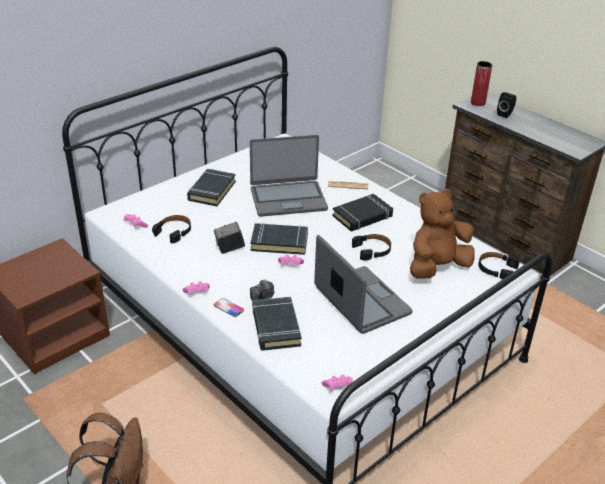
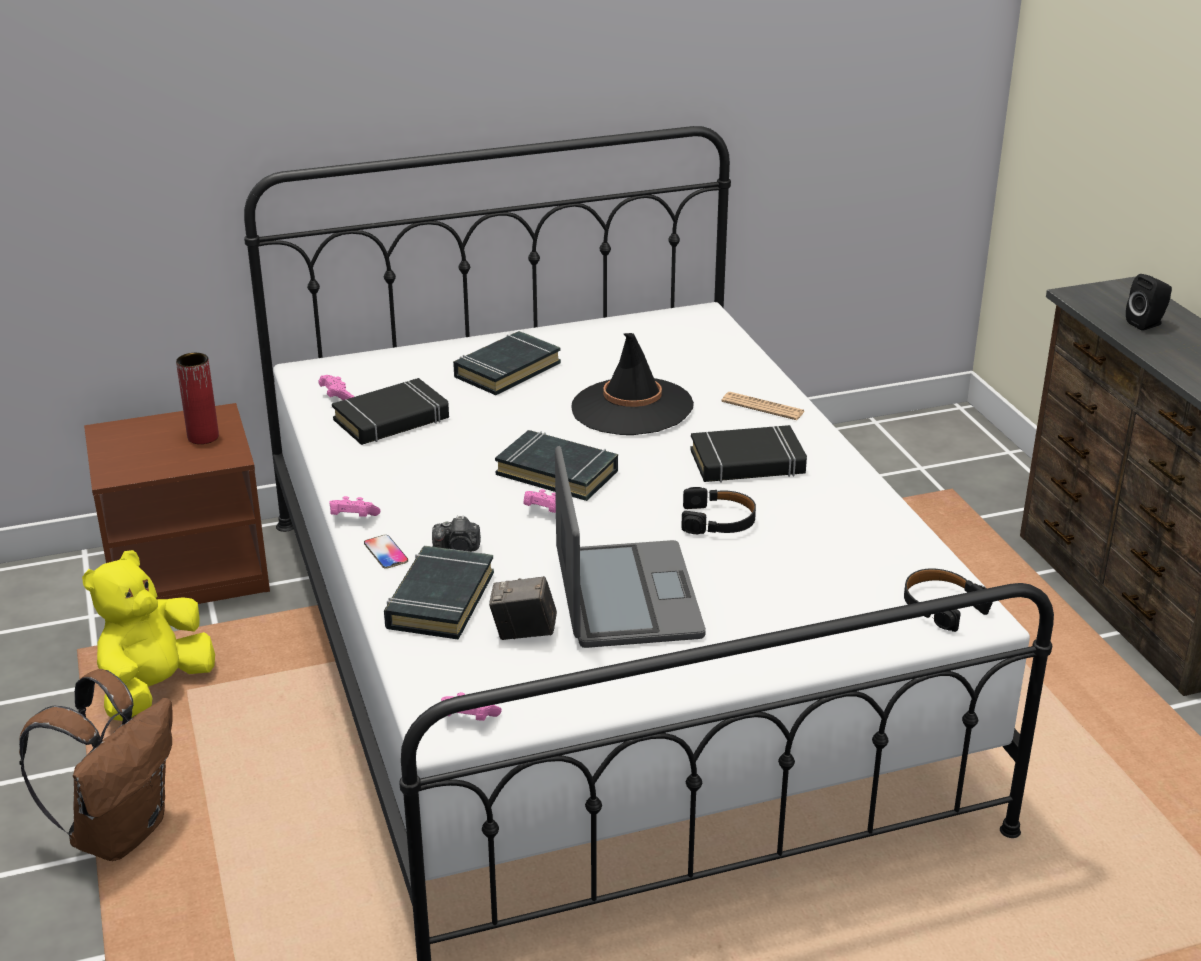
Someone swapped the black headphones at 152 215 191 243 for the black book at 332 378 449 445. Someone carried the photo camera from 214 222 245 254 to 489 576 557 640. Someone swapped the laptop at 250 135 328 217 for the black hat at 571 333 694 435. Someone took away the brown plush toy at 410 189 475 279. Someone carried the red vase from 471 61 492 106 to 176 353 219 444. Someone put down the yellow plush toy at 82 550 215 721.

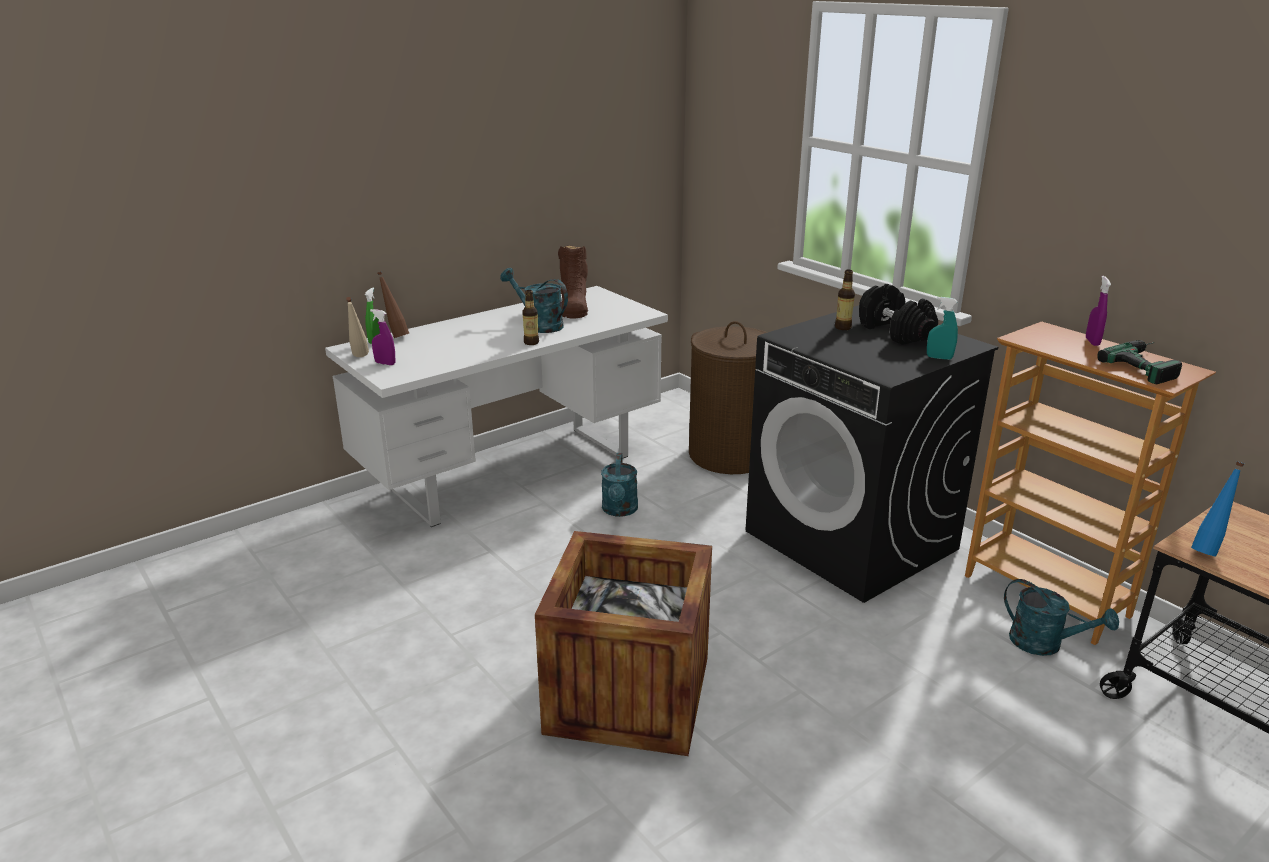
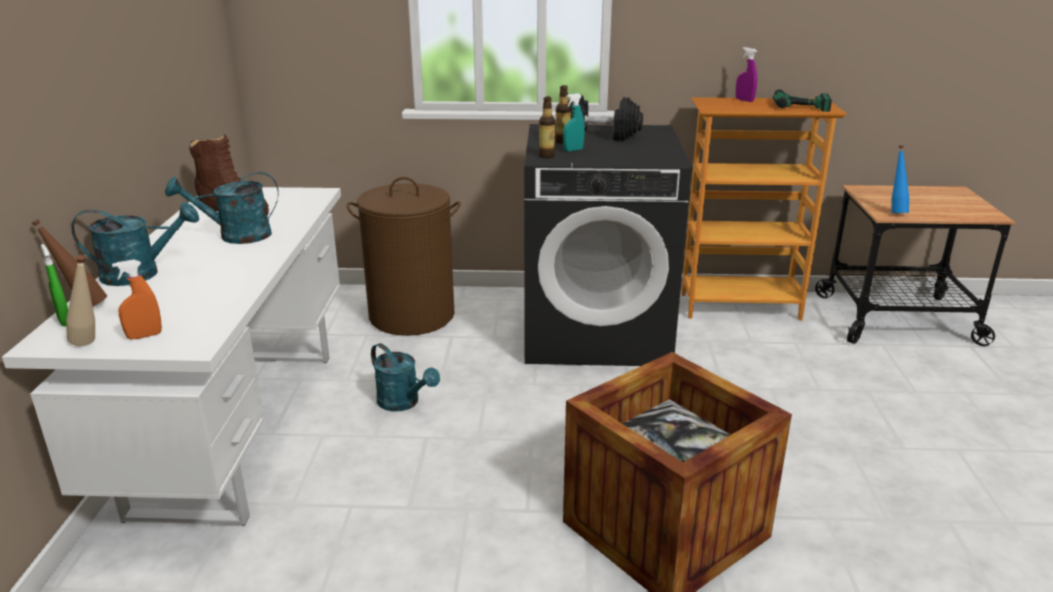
Someone repainted the purple spray bottle at 370 309 395 365, which became the orange spray bottle at 112 260 162 340. Someone carried the bottle from 522 290 539 345 to 539 96 555 158. Someone carried the turquoise spray bottle from 927 297 958 360 to 563 93 585 152. Someone carried the turquoise watering can from 1004 579 1119 656 to 71 202 199 286.

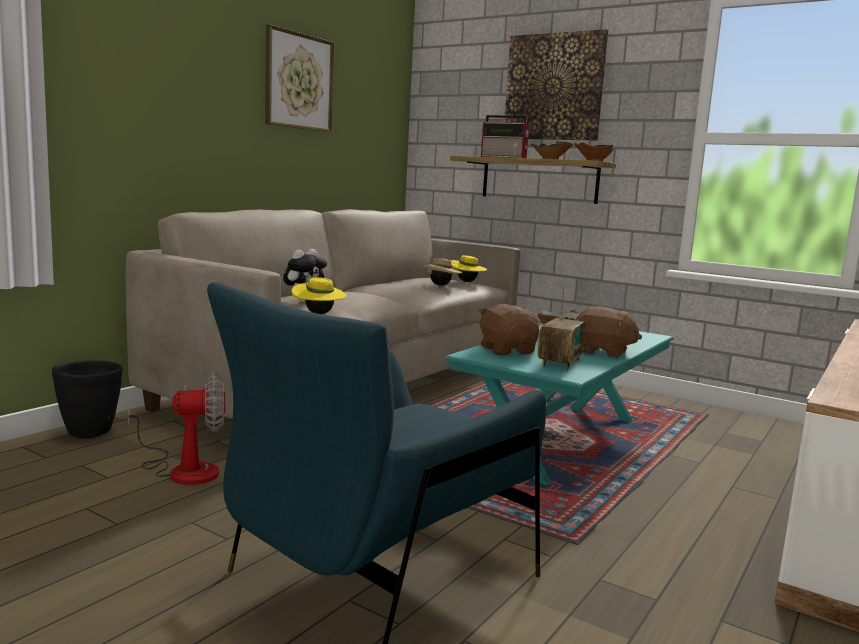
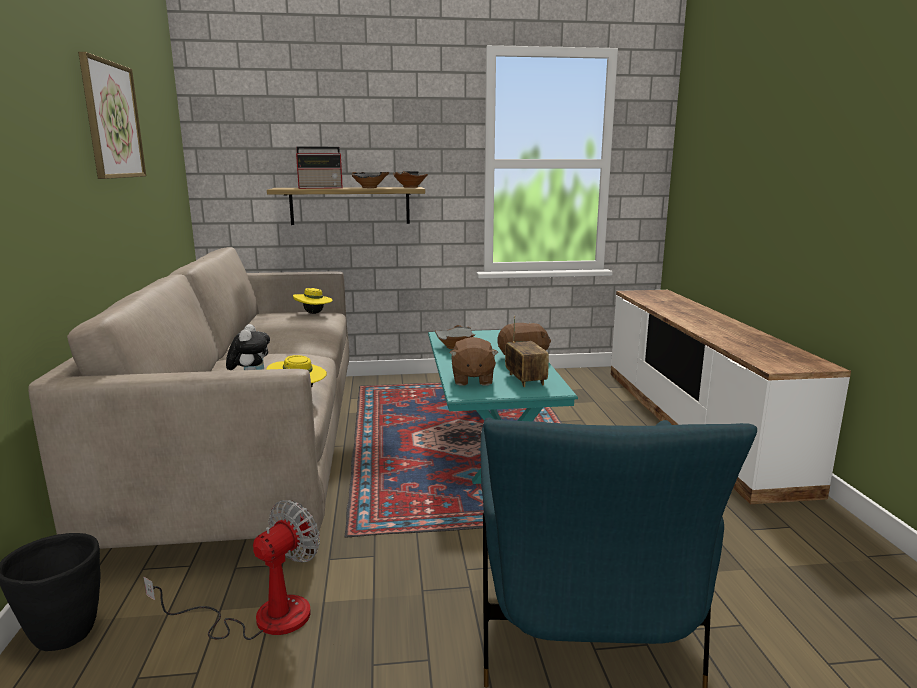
Someone took away the beige hat at 421 258 462 286. Someone rotated the brown plush toy at 478 304 539 355 by 120 degrees counterclockwise. Someone took away the picture at 504 29 608 140.

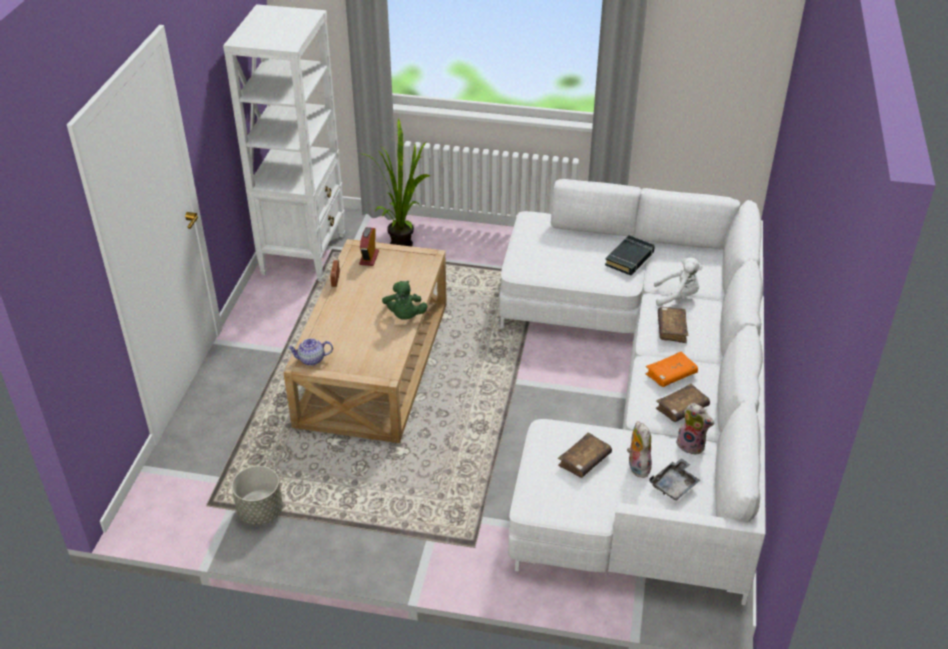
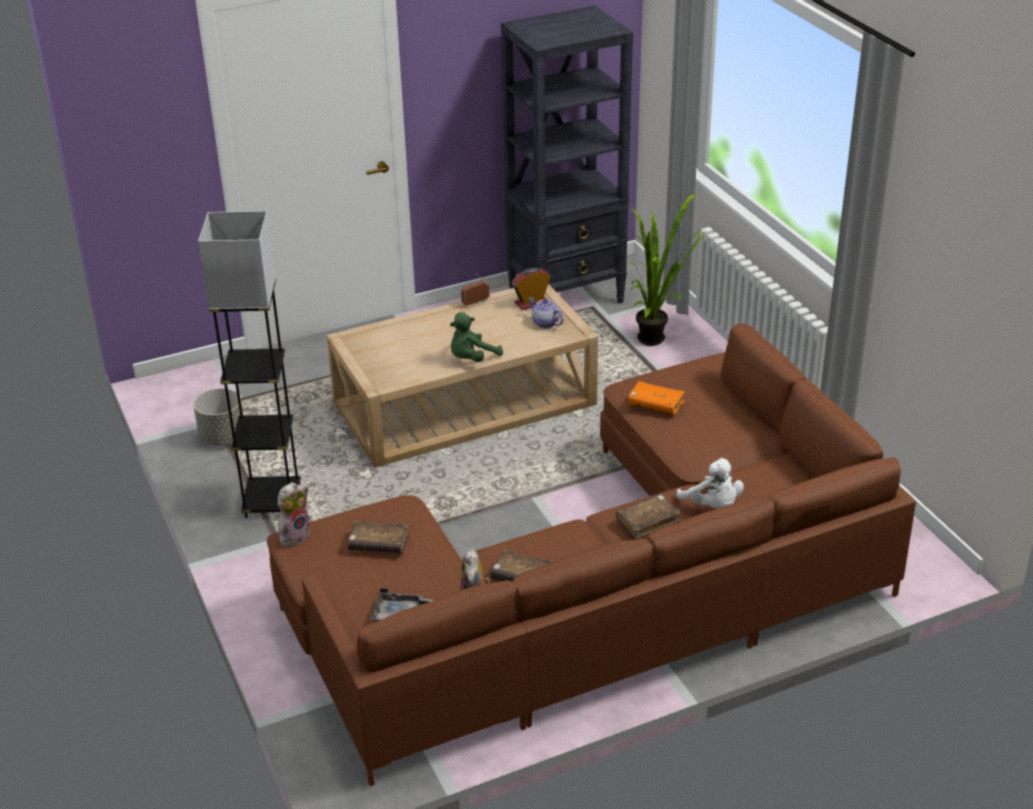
Someone repainted the white bookcase at 223 4 345 282, which became the black bookcase at 501 5 634 304. Someone carried the teapot from 288 338 333 366 to 528 297 564 328. Someone repainted the white sofa at 499 179 766 605, which became the brown sofa at 267 323 916 786. Someone took away the black book at 605 235 655 275. Someone carried the plush toy from 627 421 652 478 to 278 482 310 547. Someone carried the orange book from 646 352 698 387 to 628 381 685 414. Someone put down the grey floor lamp at 198 211 301 518.

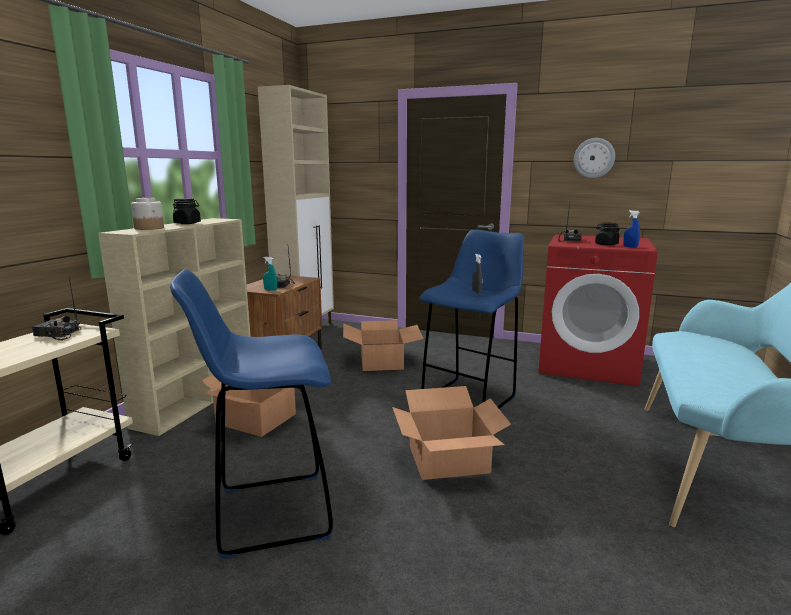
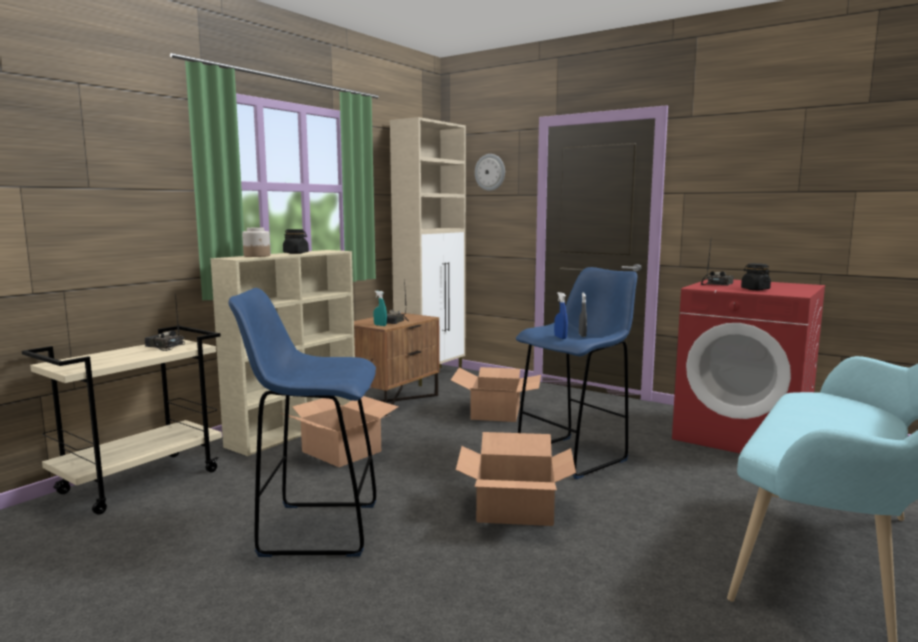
Someone carried the wall clock from 574 138 615 178 to 475 154 505 191. Someone carried the blue spray bottle from 623 210 640 248 to 554 292 568 339.

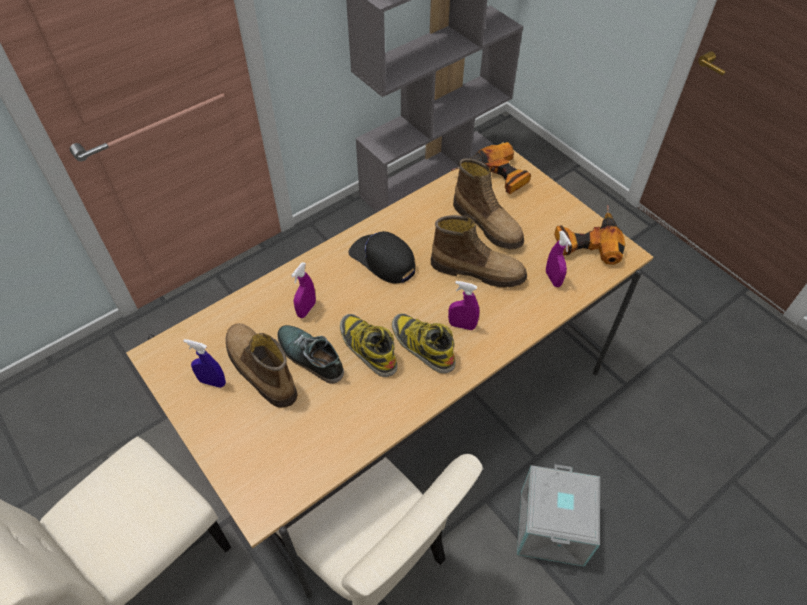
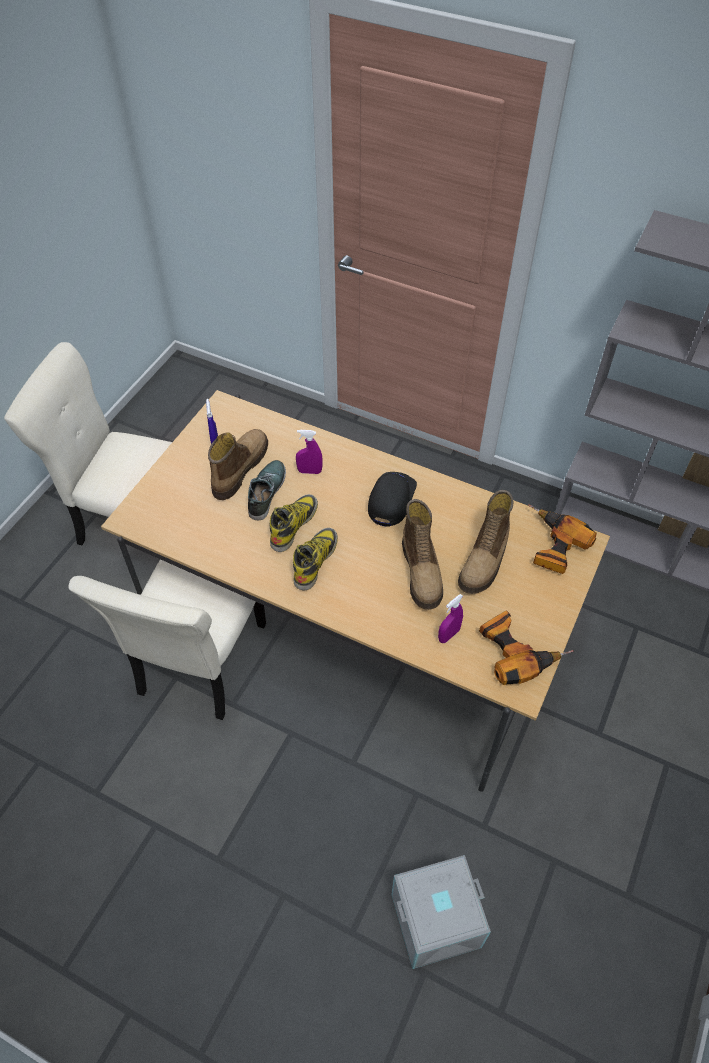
Someone took away the purple spray bottle at 448 281 479 330. Someone carried the grey storage box from 517 464 600 567 to 391 855 491 969.

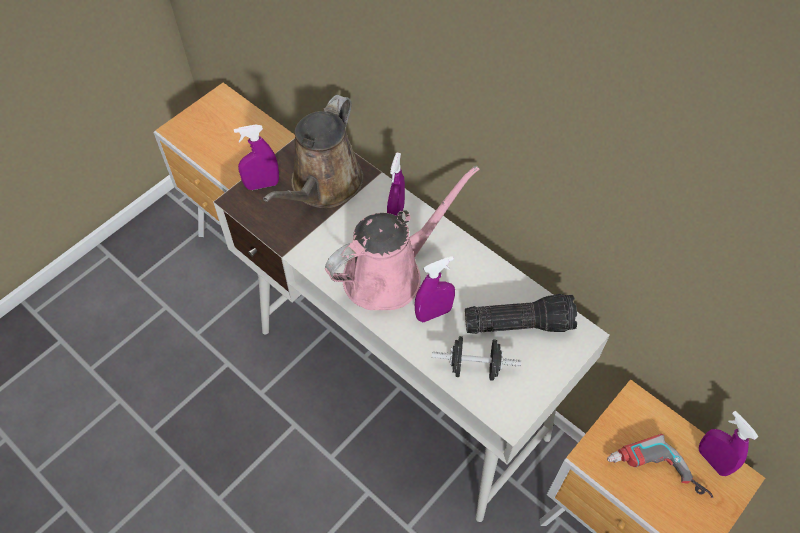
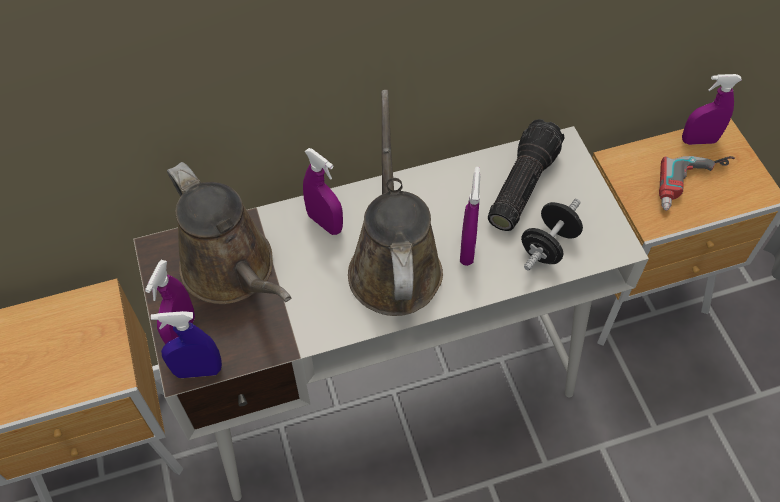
Someone repainted the pink watering can at 325 165 479 310, which became the brown watering can at 348 90 443 316. Someone put down the blue spray bottle at 151 311 222 378.

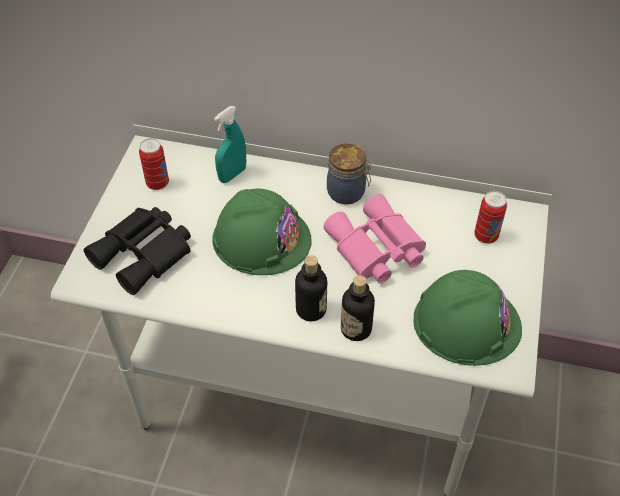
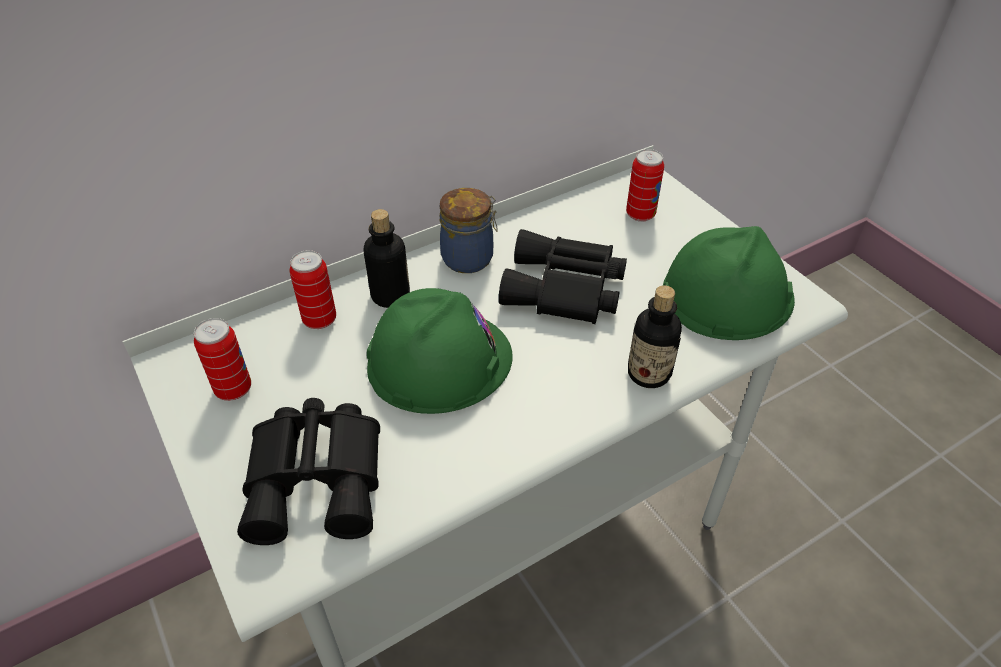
Someone swapped the turquoise spray bottle at 214 106 246 183 for the can at 290 250 336 329. Someone carried the bottle from 295 256 327 321 to 364 209 410 308. Someone repainted the pink binoculars at 324 194 426 283, which became the black binoculars at 499 229 627 324.

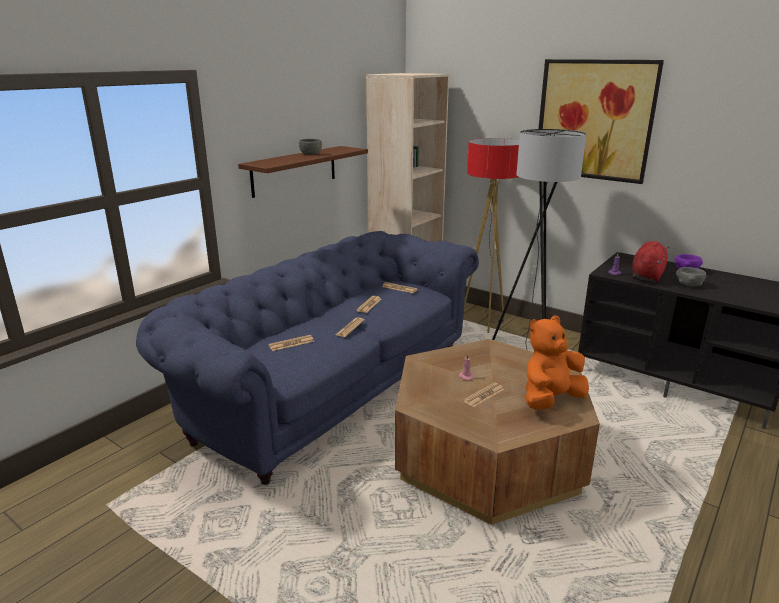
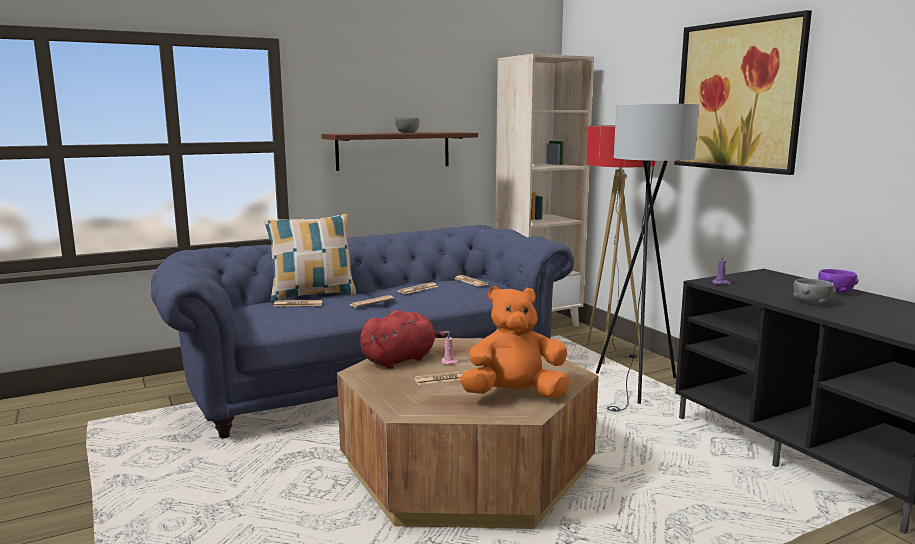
Someone carried the red plush toy from 632 241 669 282 to 360 310 451 368. Someone put down the pillow at 264 214 356 303.

